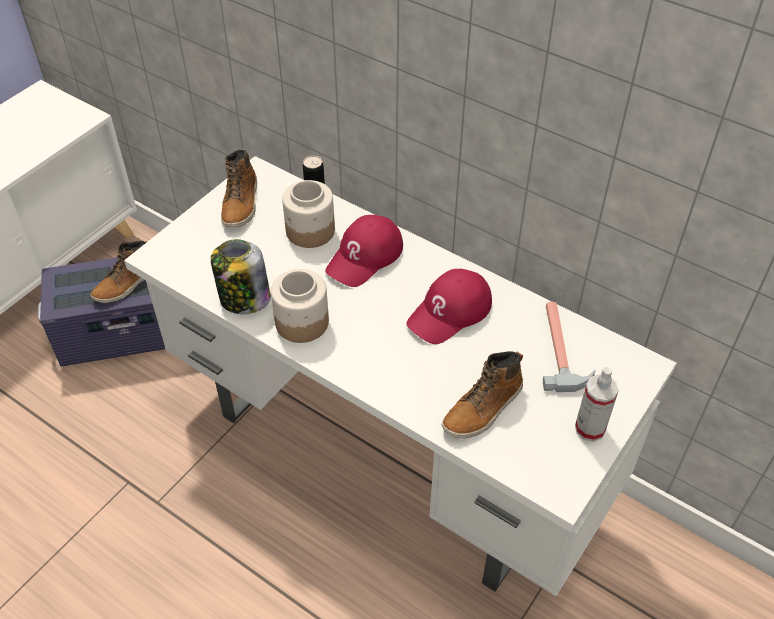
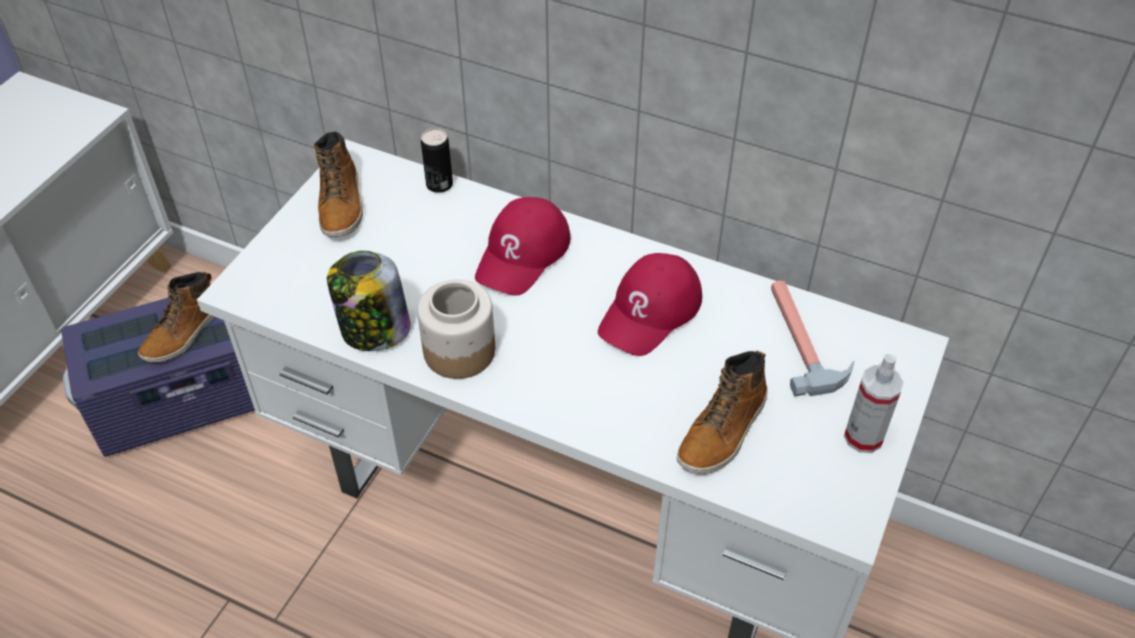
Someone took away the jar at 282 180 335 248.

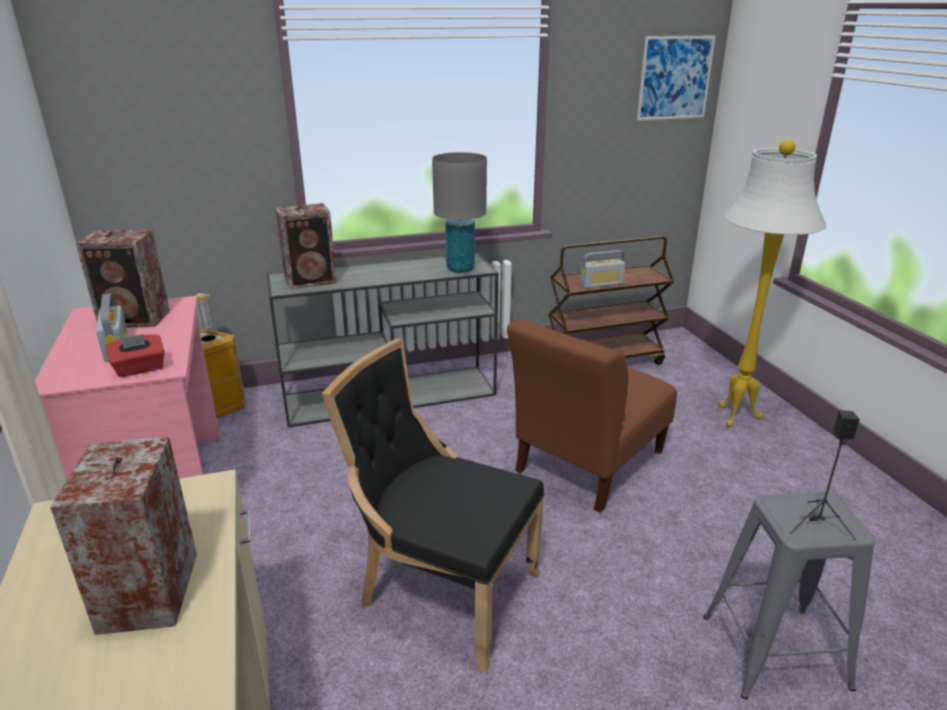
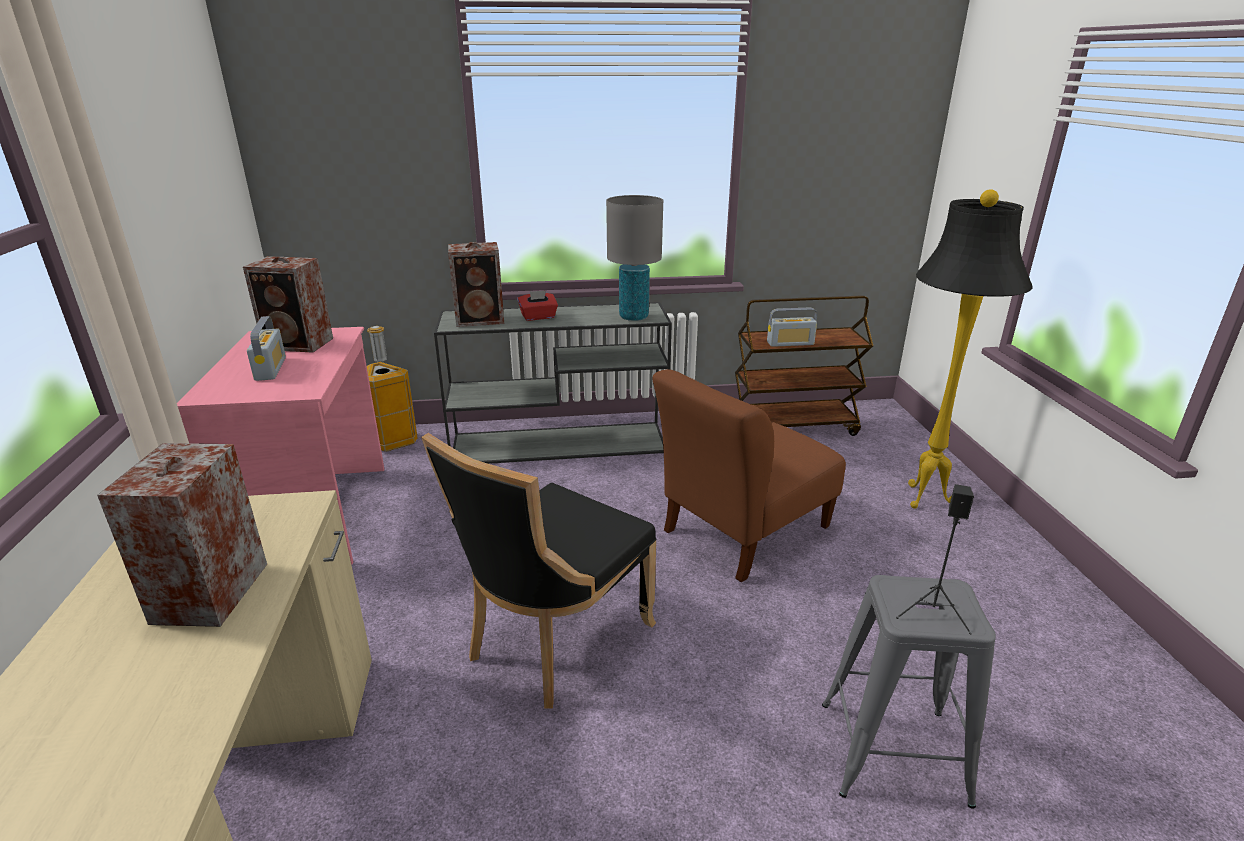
Someone carried the red tissue box from 106 334 165 377 to 517 290 558 321. Someone rotated the black chair at 322 339 544 673 by 90 degrees counterclockwise. Someone took away the picture at 637 35 716 120. Someone repainted the white floor lamp at 719 140 827 427, which became the black floor lamp at 908 189 1033 509.

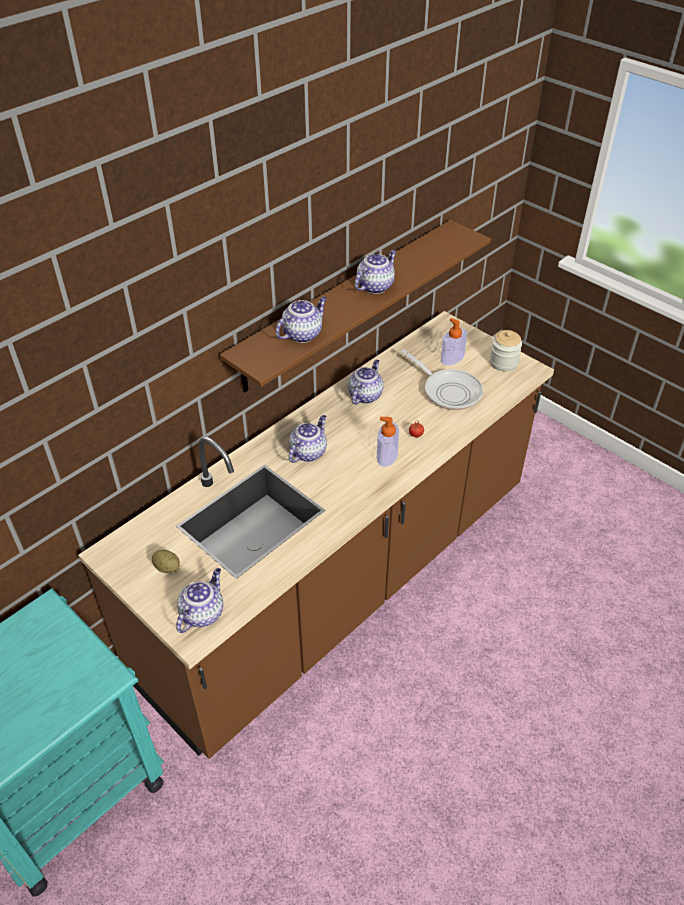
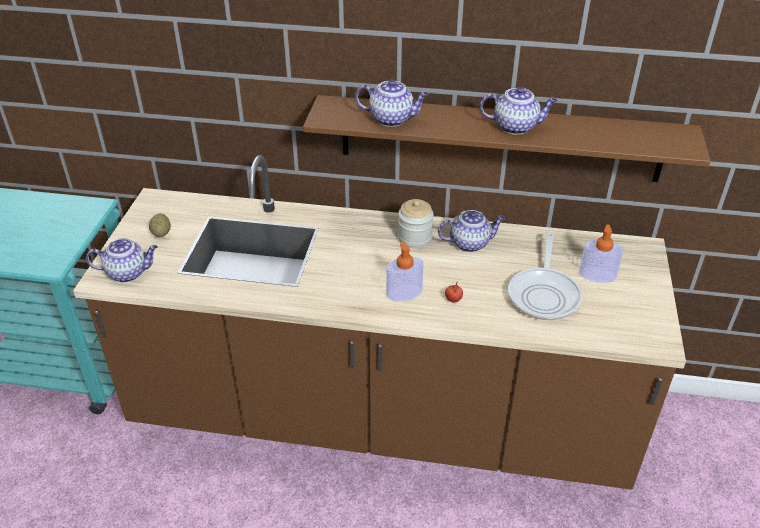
Someone took away the teapot at 289 415 327 463. Someone carried the jar from 490 330 522 371 to 398 199 434 248.

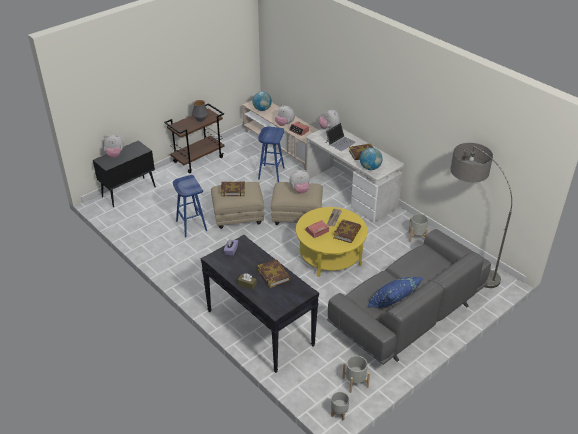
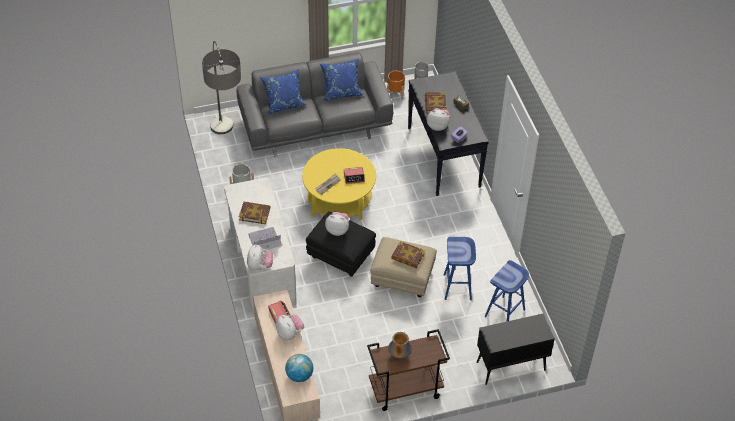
Someone carried the plush toy from 103 135 124 158 to 427 108 450 131. Someone carried the blue stool from 258 127 284 182 to 485 260 529 321. Someone repainted the beige ottoman at 271 182 323 225, which became the black ottoman at 306 212 376 276. Someone took away the book at 333 219 361 243. Someone repainted the grey planter at 342 355 370 393, which became the orange planter at 387 71 405 100. Someone took away the globe at 360 148 382 170. Someone put down the blue pillow at 260 69 307 114.

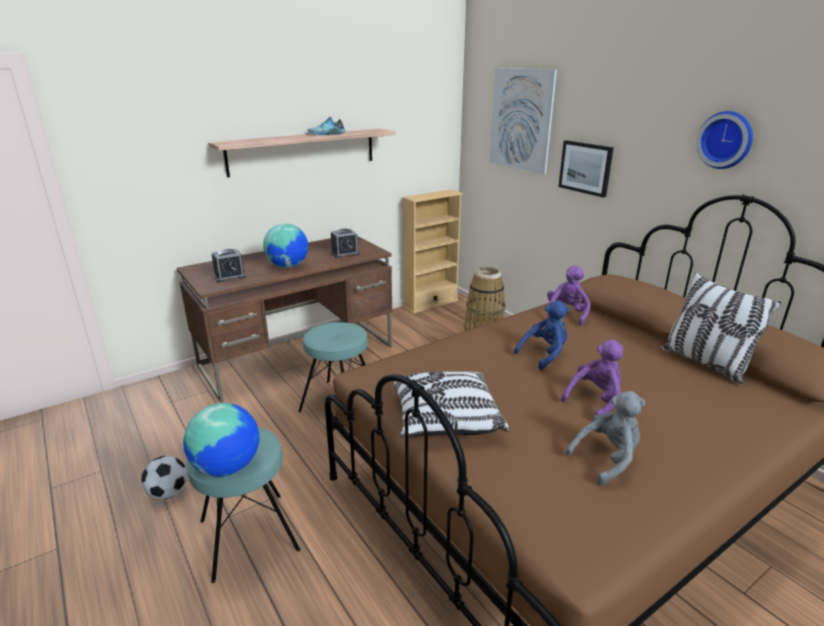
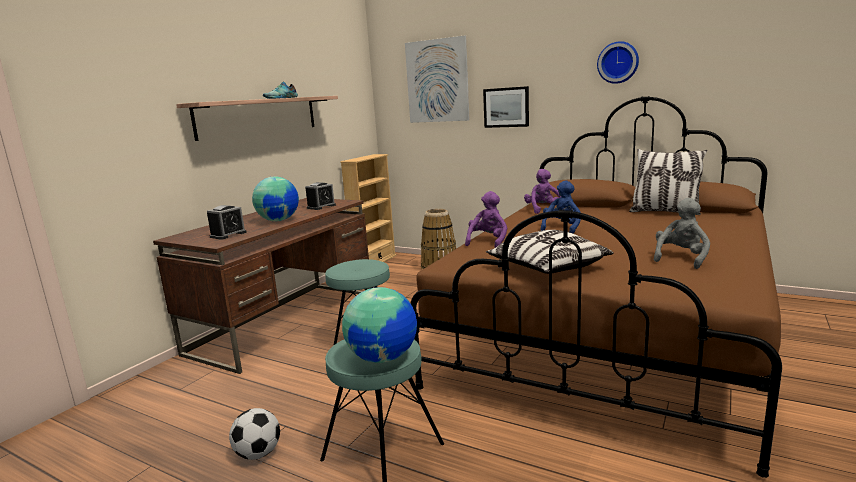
Someone carried the purple plush toy from 561 339 624 416 to 465 191 507 248.

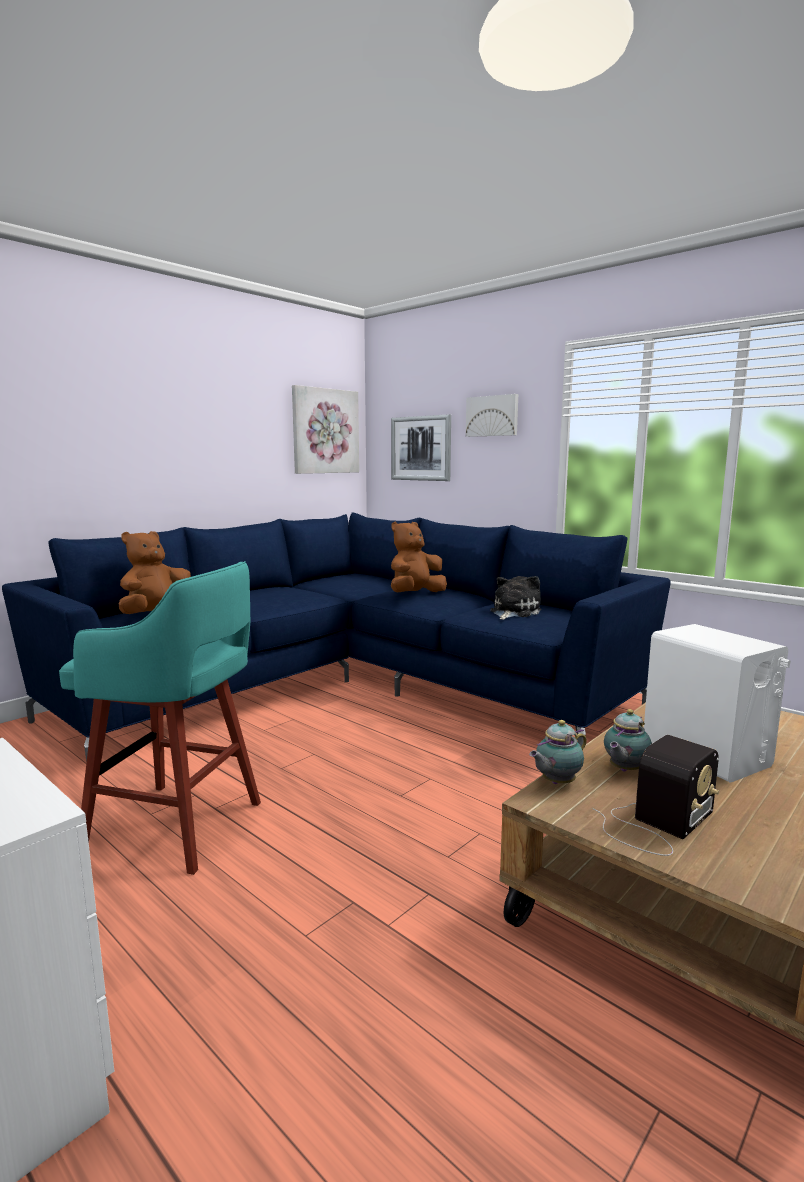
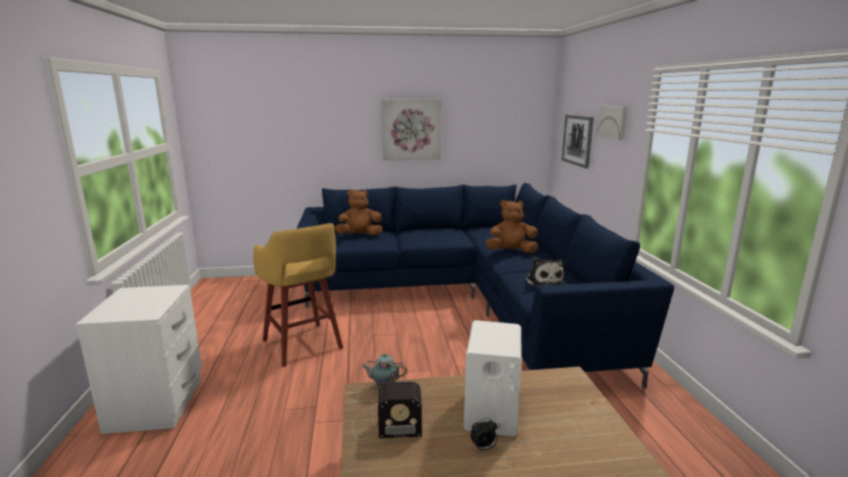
Someone repainted the turquoise stool at 59 561 261 875, which became the yellow stool at 253 223 343 367. Someone carried the picture from 292 385 359 474 to 381 99 442 160. Someone rotated the plush toy at 490 576 541 620 by 90 degrees clockwise. Someone took away the teapot at 604 709 652 772. Someone put down the alarm clock at 470 418 498 450.

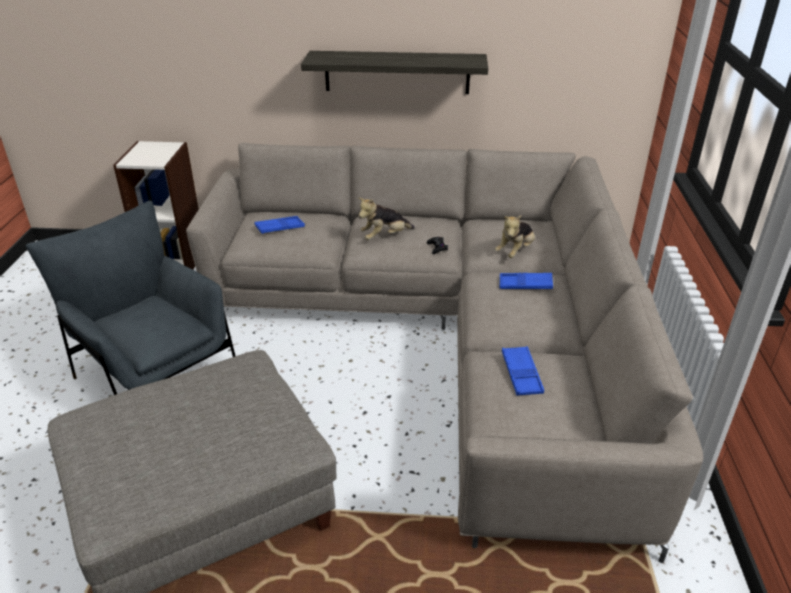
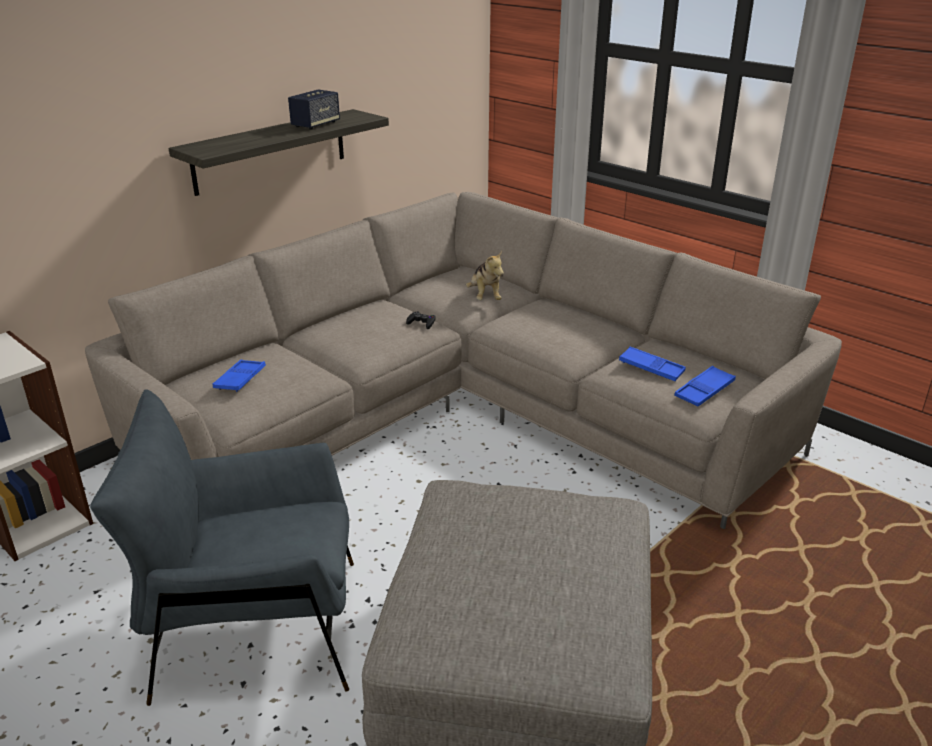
Someone took away the plush toy at 358 198 415 240. Someone carried the blue tray from 499 273 553 289 to 674 366 736 407. Someone put down the speaker at 288 89 340 130.

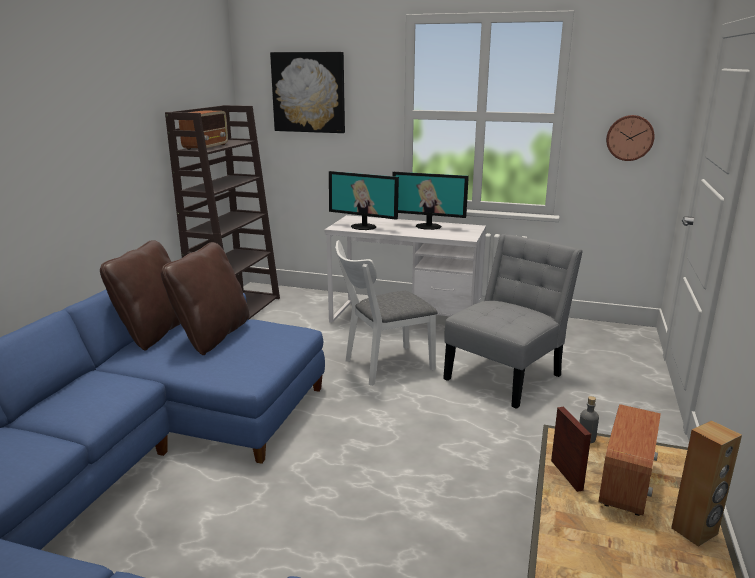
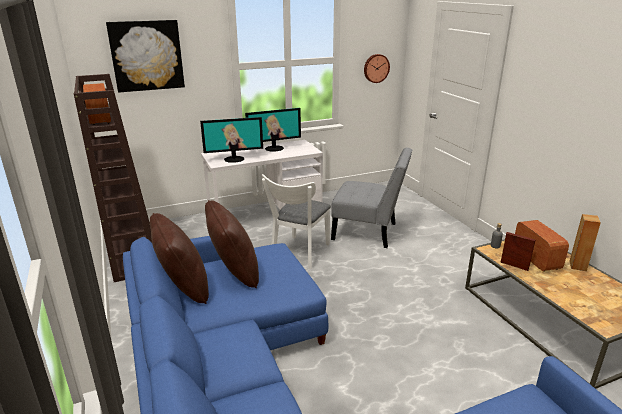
Someone rotated the grey chair at 443 234 583 409 by 105 degrees clockwise.

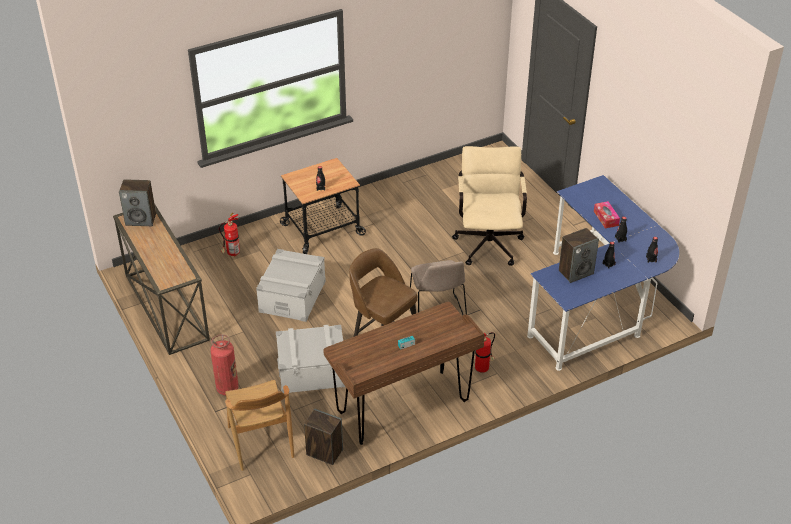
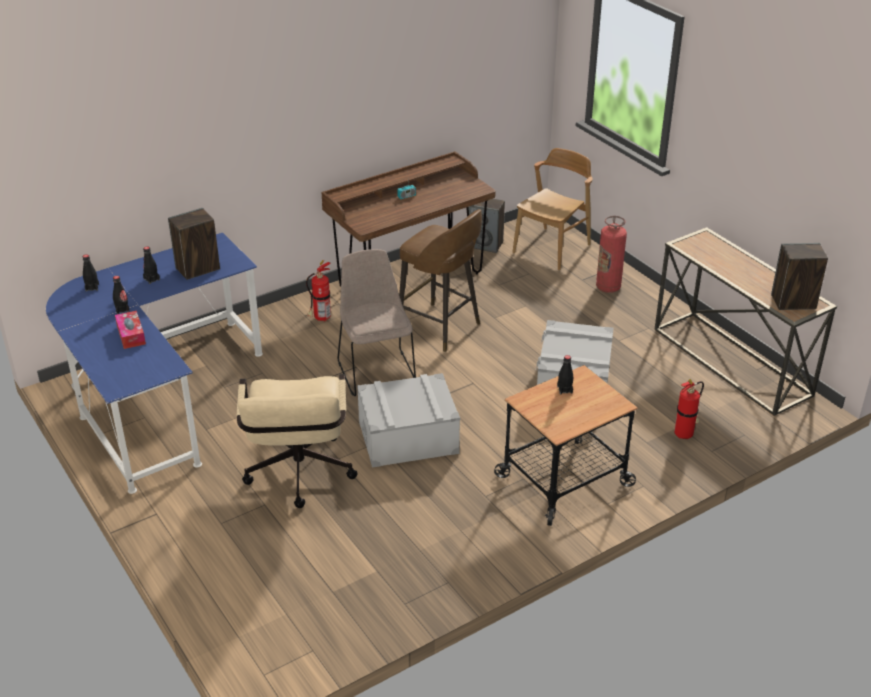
Someone rotated the brown chair at 225 380 294 471 by 60 degrees clockwise. Someone carried the grey storage box from 276 325 345 394 to 357 373 460 468.

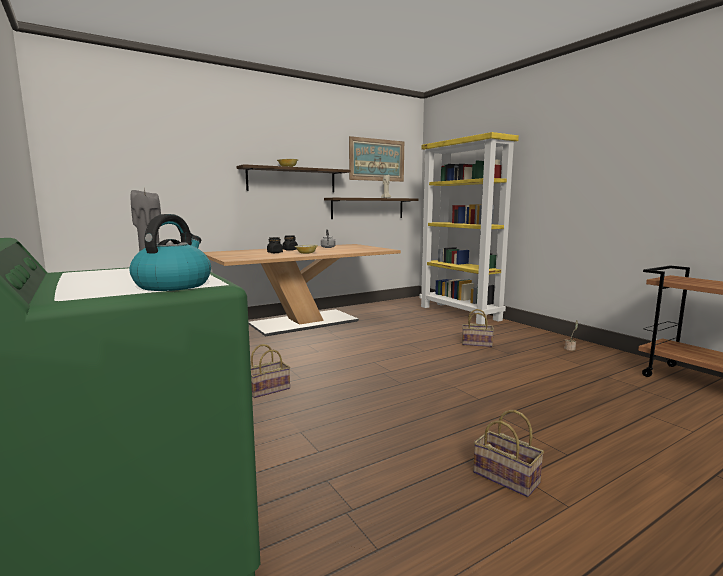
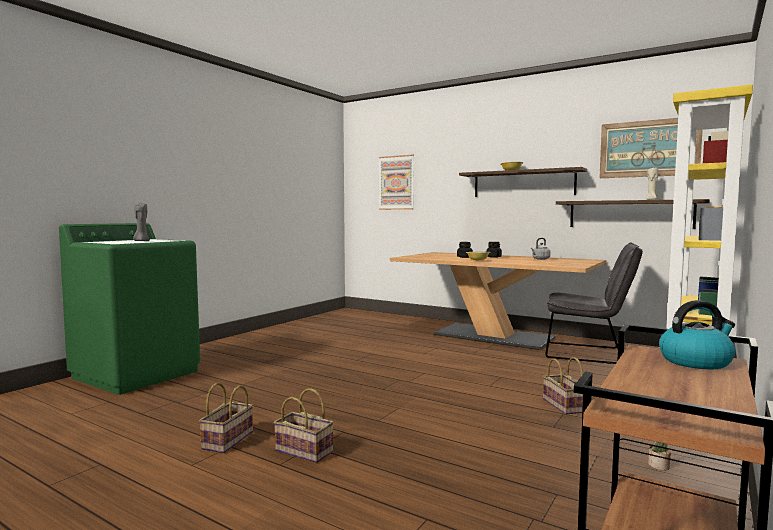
Someone carried the kettle from 130 214 211 291 to 659 300 736 369. Someone carried the basket from 251 344 290 398 to 274 388 334 463. Someone put up the picture at 379 155 414 210. Someone put down the grey chair at 545 243 643 364.

